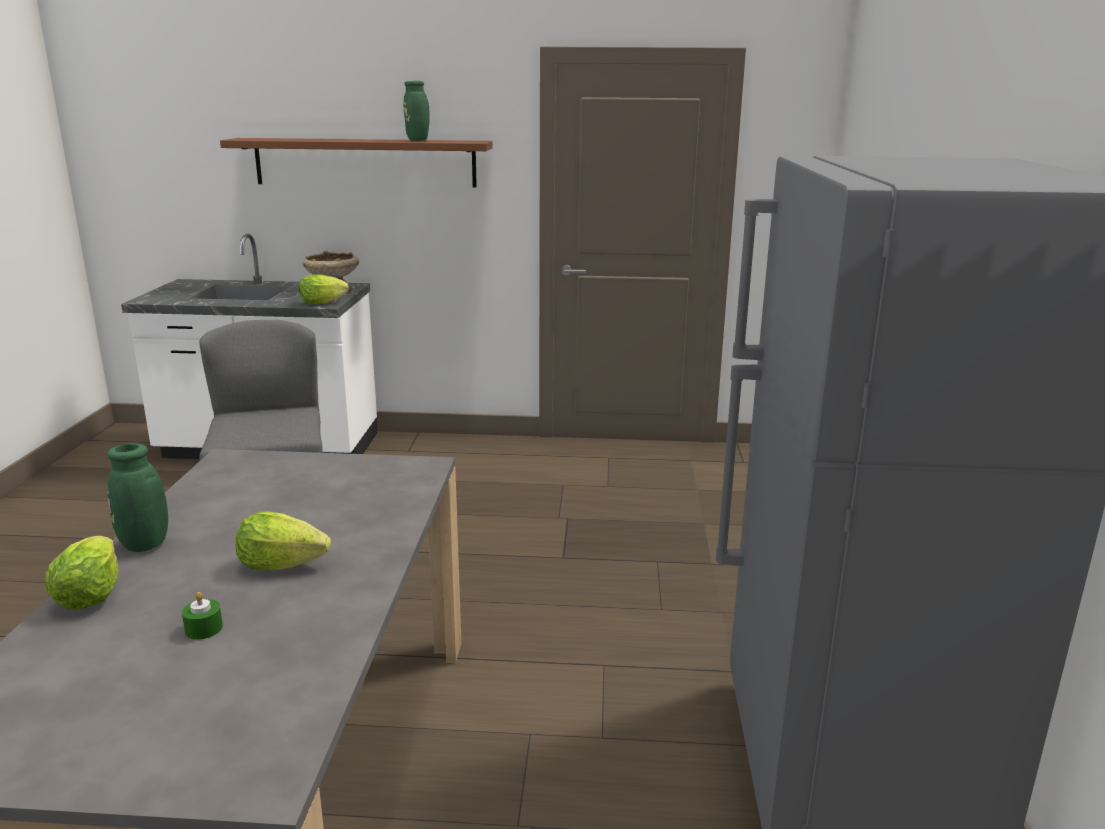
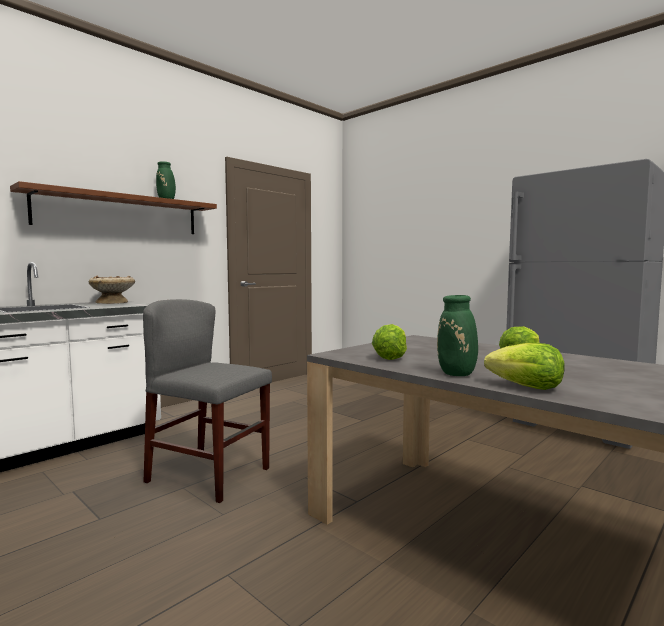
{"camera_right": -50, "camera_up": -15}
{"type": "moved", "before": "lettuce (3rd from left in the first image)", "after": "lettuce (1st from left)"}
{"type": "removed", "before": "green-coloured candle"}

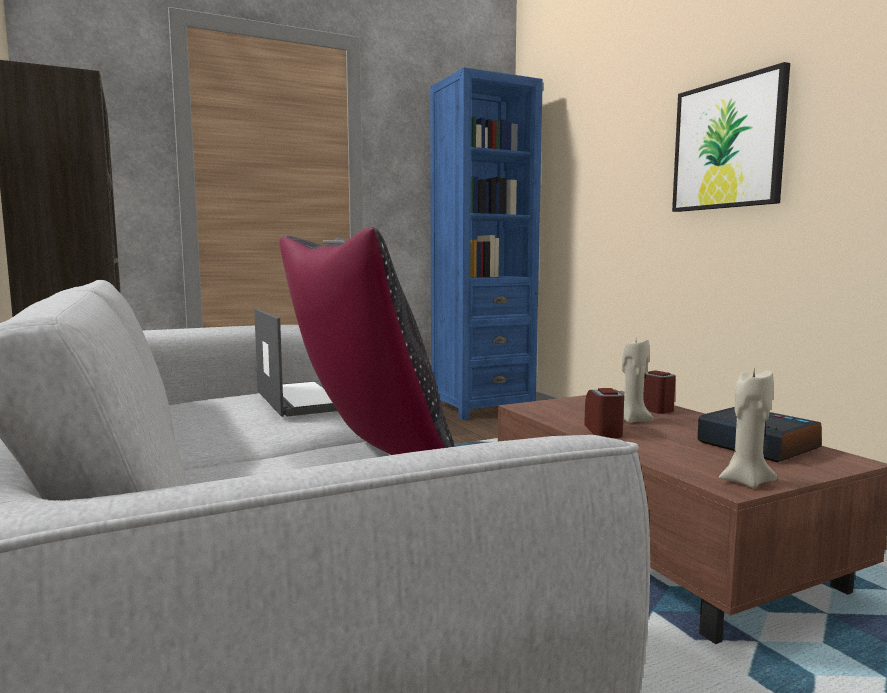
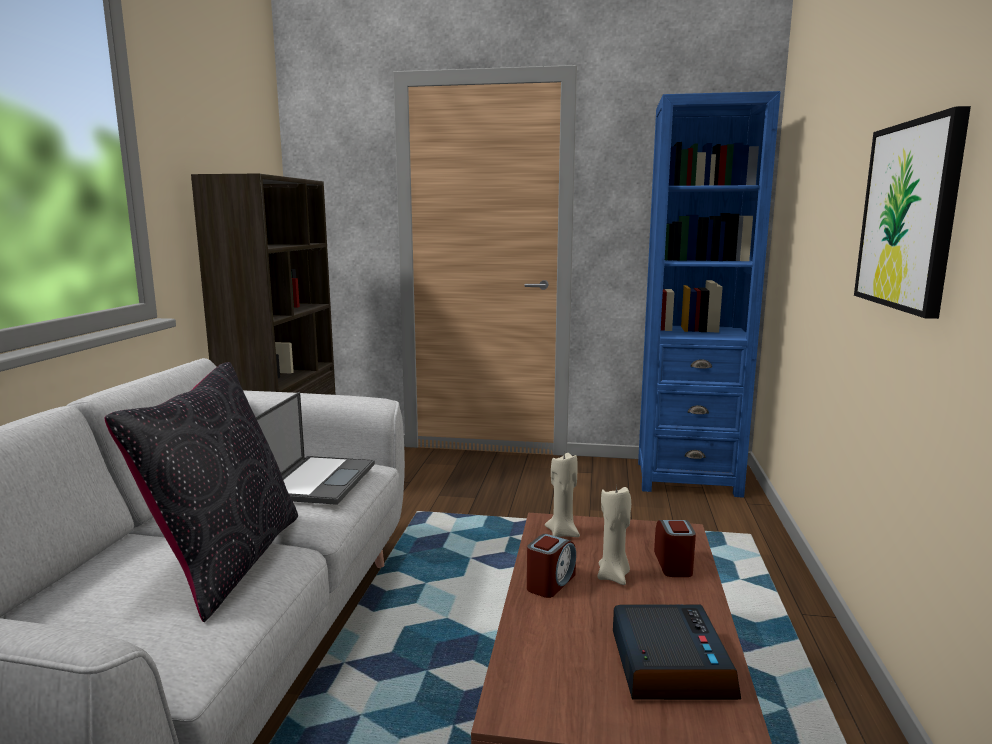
{"camera_right": 35, "camera_up": 5}
{"type": "moved", "before": "beige-coloured candle (2nd from left in the first image)", "after": "beige-coloured candle (1st from left)"}

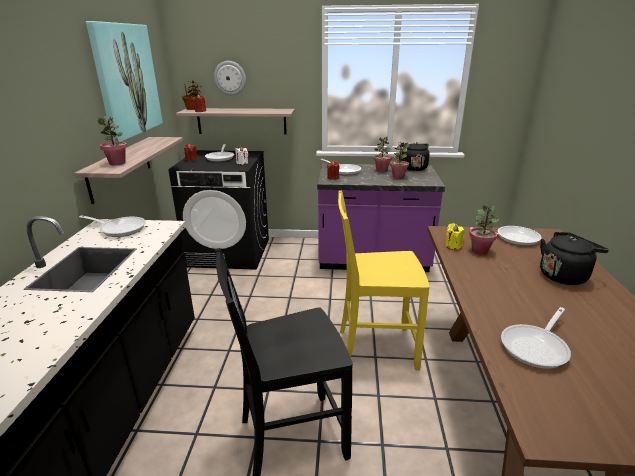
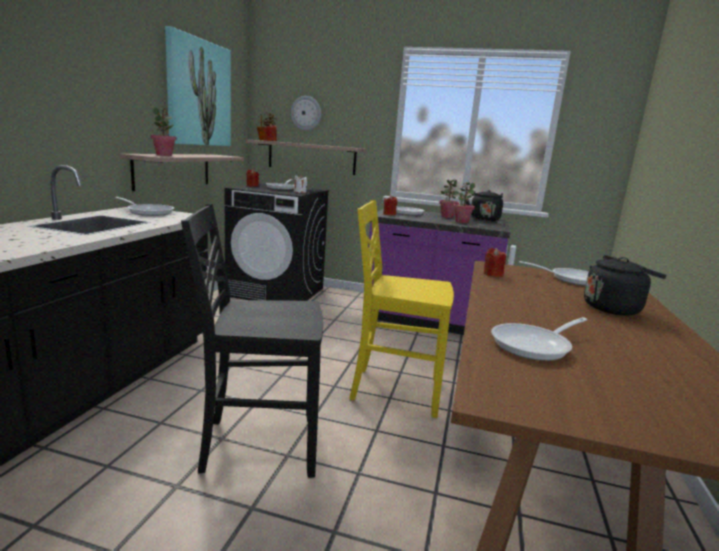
{"camera_right": 10, "camera_up": -10}
{"type": "removed", "before": "potted plant (5th from left)"}
{"type": "recoloured", "before": "yellow-coloured candle", "after": "reddish candle (4th from left)"}

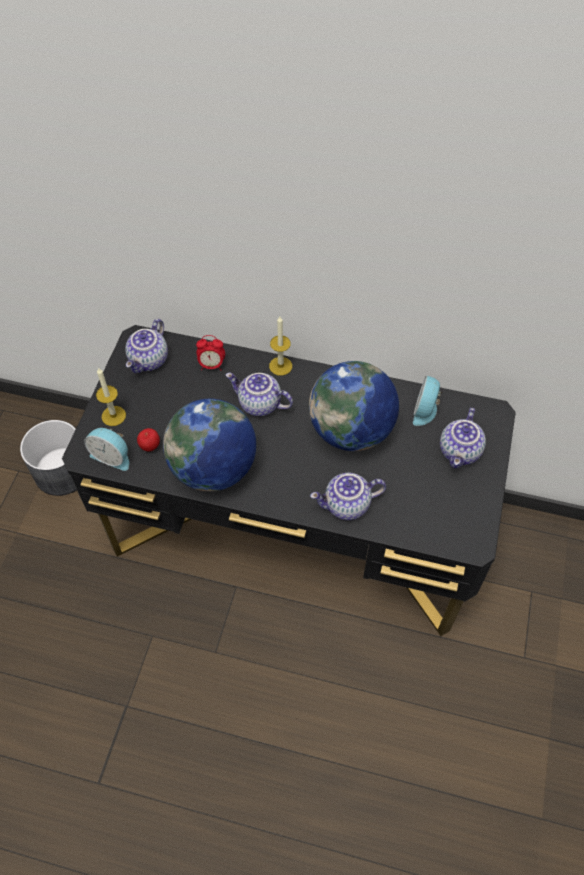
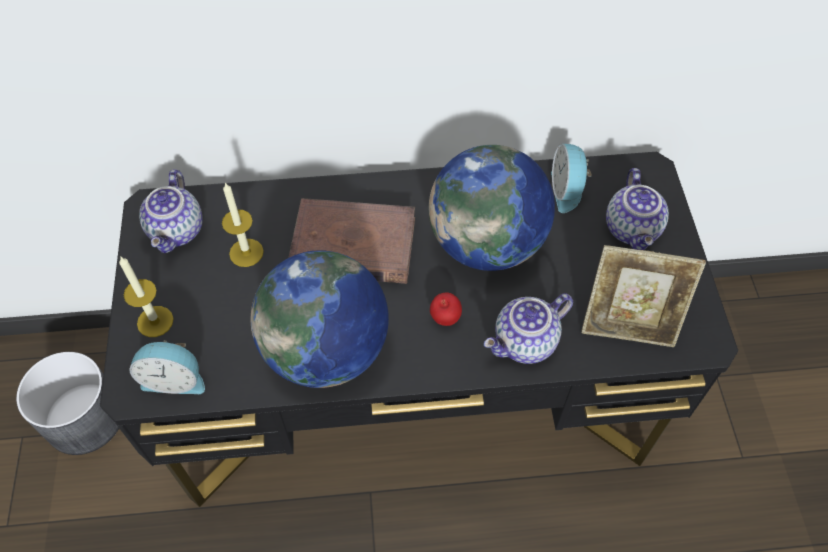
{"camera_right": -20, "camera_up": 0}
{"type": "moved", "before": "candle (2nd from left)"}
{"type": "removed", "before": "table clock (2nd from left)"}
{"type": "replaced", "before": "tea pot (2nd from left)", "after": "brownish bound book"}
{"type": "moved", "before": "apple"}
{"type": "added", "after": "picture frame"}

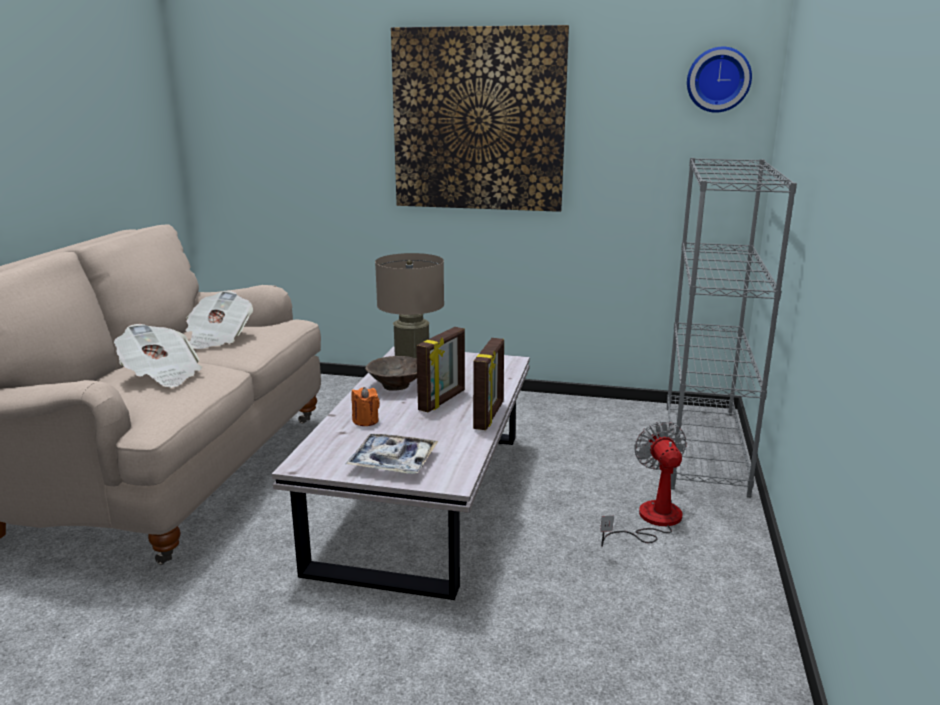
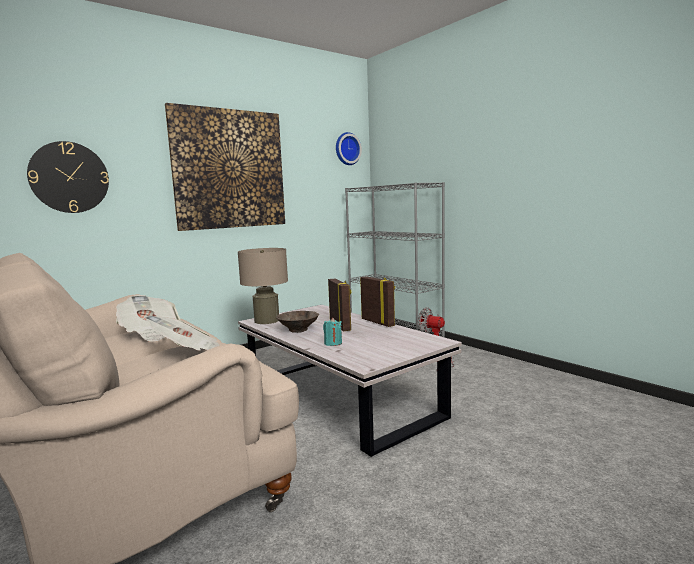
{"camera_right": -50, "camera_up": -10}
{"type": "recoloured", "before": "orange-coloured candle", "after": "turquoise candle"}
{"type": "removed", "before": "carrying tray"}
{"type": "added", "after": "wall clock (1st from left)"}

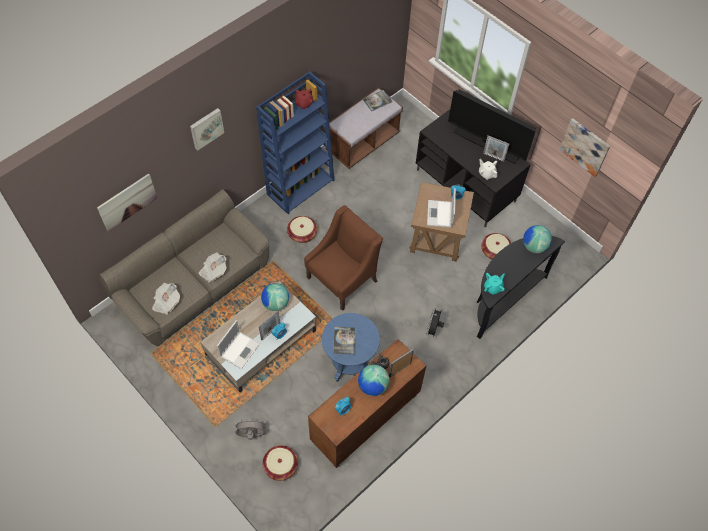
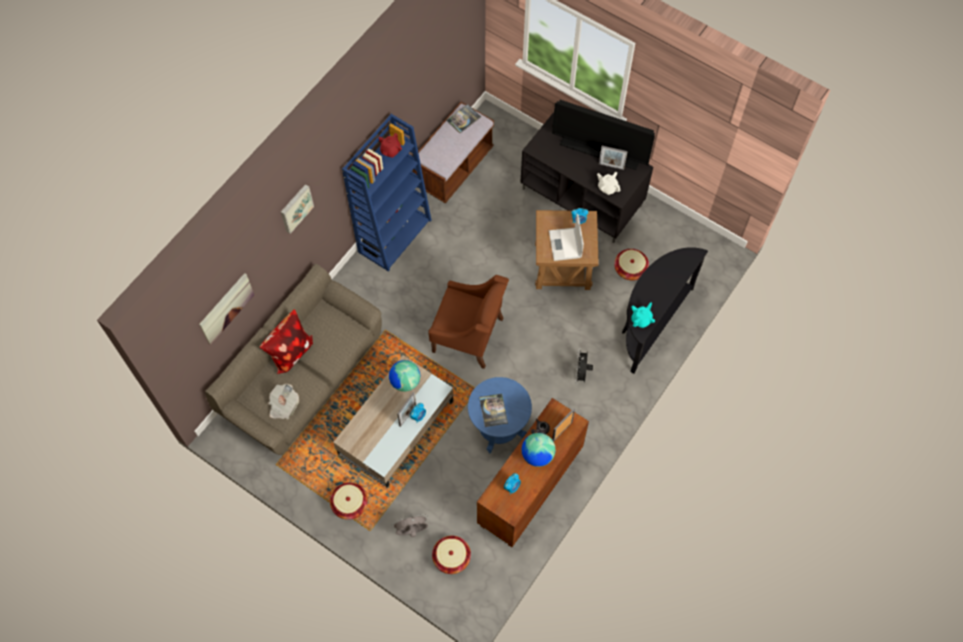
{"camera_right": -10, "camera_up": 5}
{"type": "removed", "before": "wall picture (3rd from left)"}
{"type": "turned", "before": "brownish armchair", "turn": 75}
{"type": "moved", "before": "household basket (2nd from left in the first image)", "after": "household basket (1st from left)"}
{"type": "removed", "before": "desk globe (3rd from left)"}
{"type": "removed", "before": "newspaper (2nd from left)"}
{"type": "removed", "before": "notebook computer (1st from left)"}
{"type": "added", "after": "cushion"}

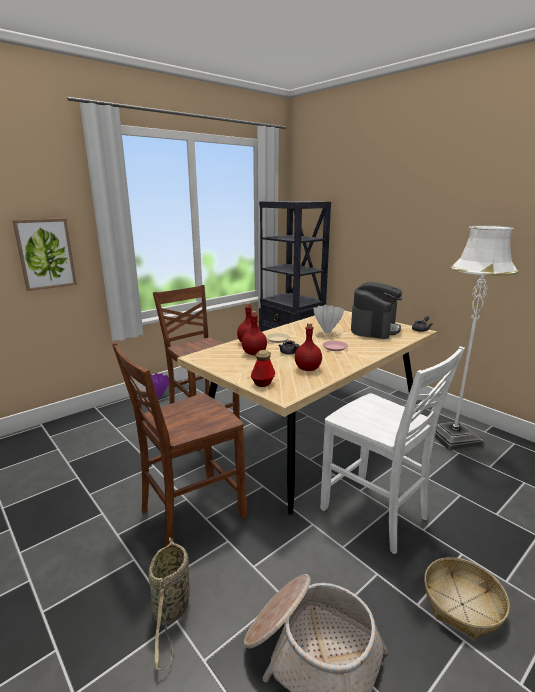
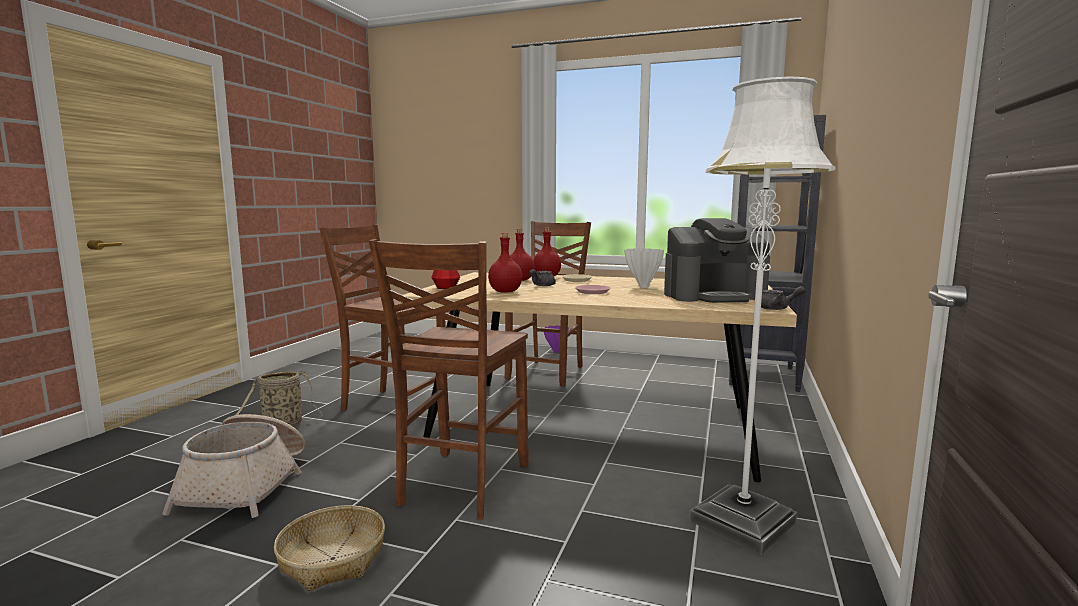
{"camera_right": 60, "camera_up": -10}
{"type": "removed", "before": "wall picture"}
{"type": "recoloured", "before": "white chair", "after": "brownish chair (2nd from left)"}

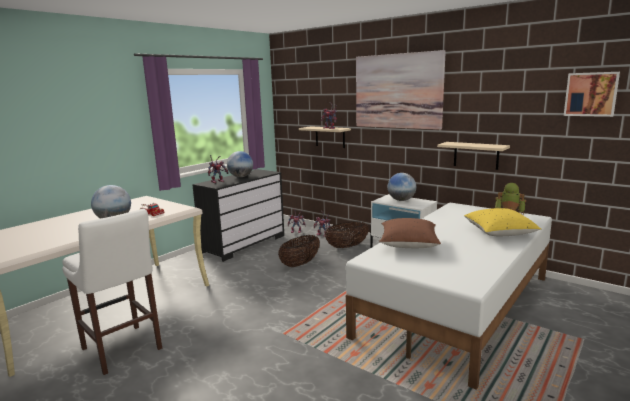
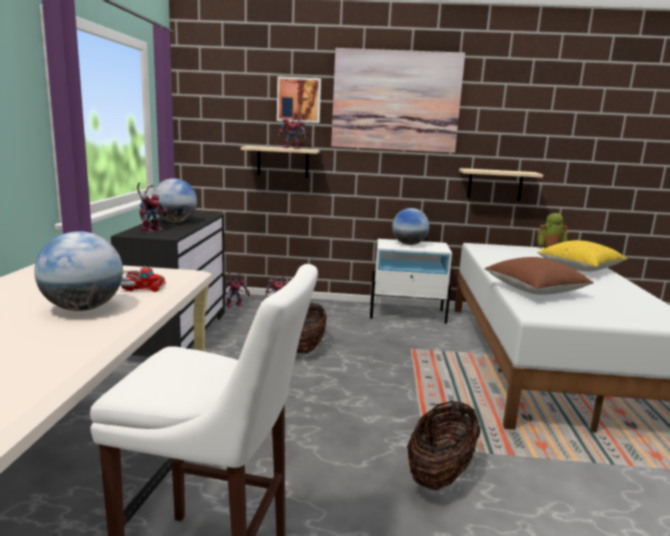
{"camera_right": -35, "camera_up": 0}
{"type": "moved", "before": "wall picture (2nd from left in the first image)", "after": "wall picture (1st from left)"}
{"type": "moved", "before": "household basket (2nd from left)"}

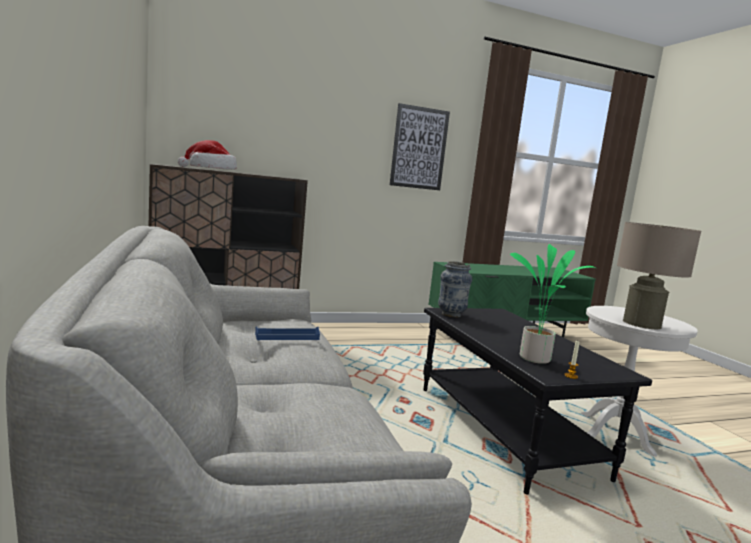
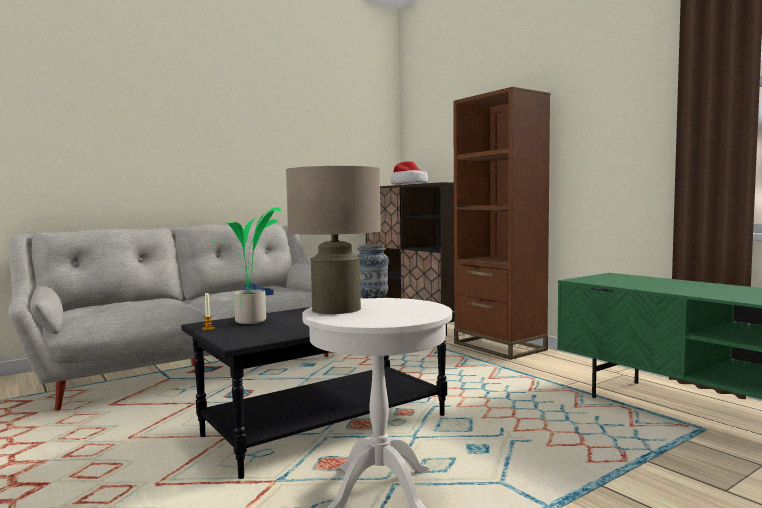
{"camera_right": 75, "camera_up": -5}
{"type": "removed", "before": "wall picture"}
{"type": "added", "after": "brownish bookshelf"}

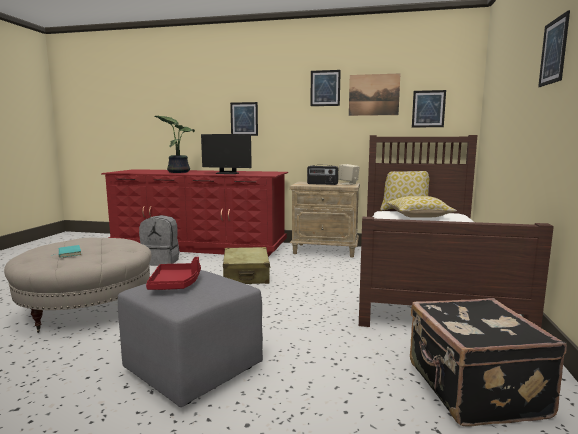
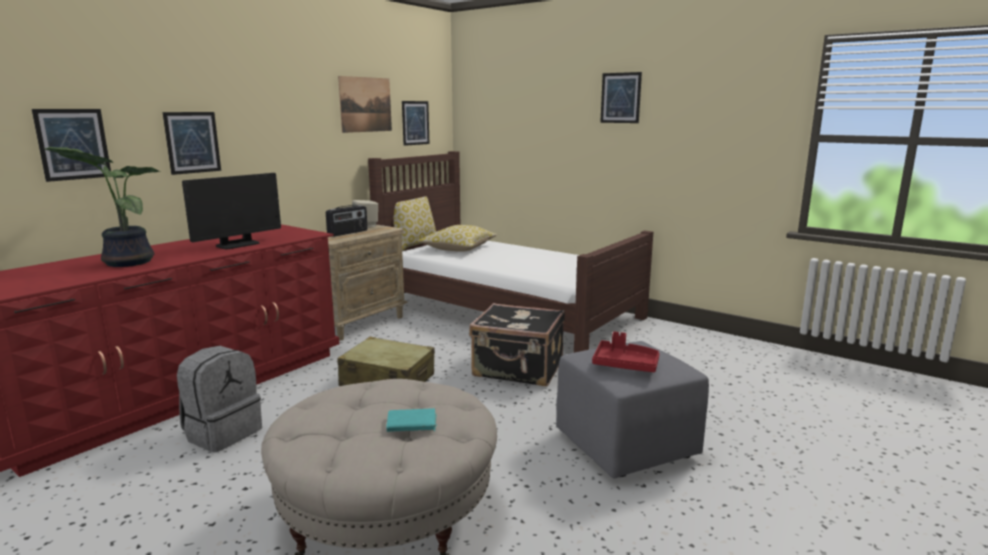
{"camera_right": -65, "camera_up": 5}
{"type": "moved", "before": "wall picture (2nd from left in the first image)", "after": "wall picture (1st from left)"}
{"type": "moved", "before": "black-coloured piece of luggage"}

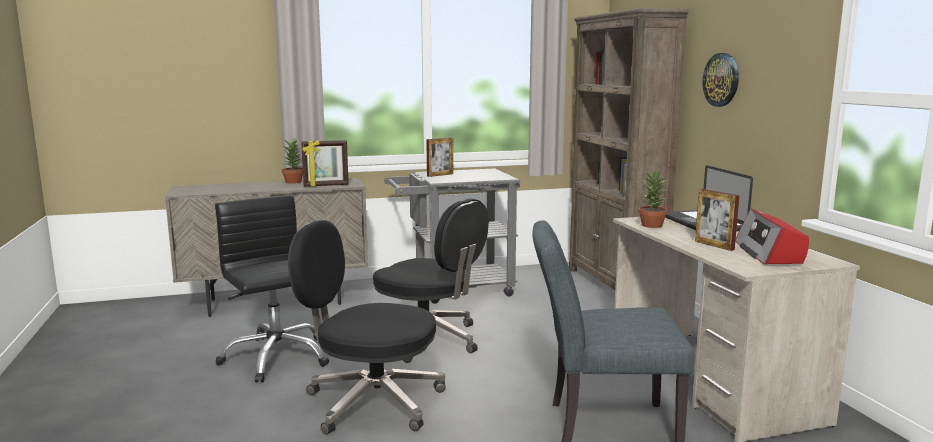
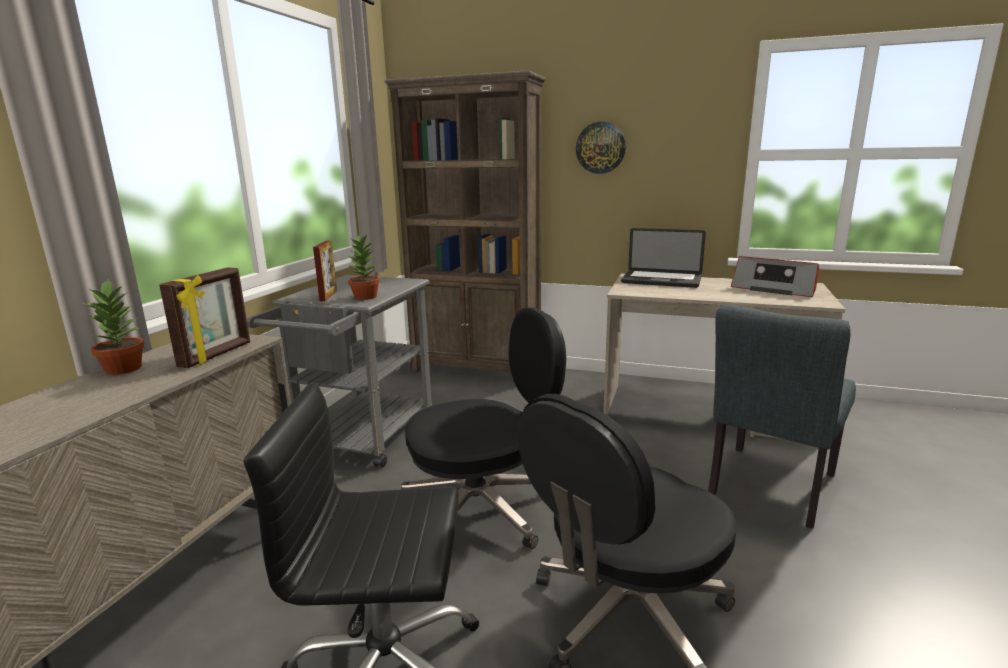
{"camera_right": -55, "camera_up": 5}
{"type": "moved", "before": "potted plant (2nd from left)"}
{"type": "removed", "before": "picture frame (3rd from left)"}

